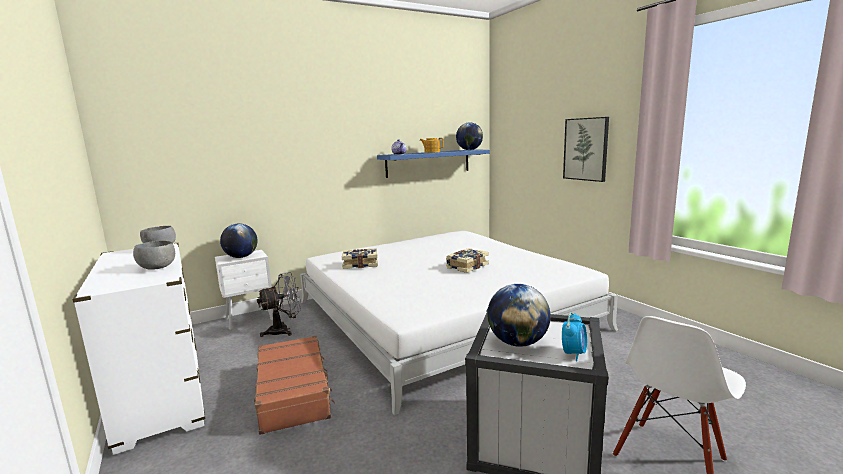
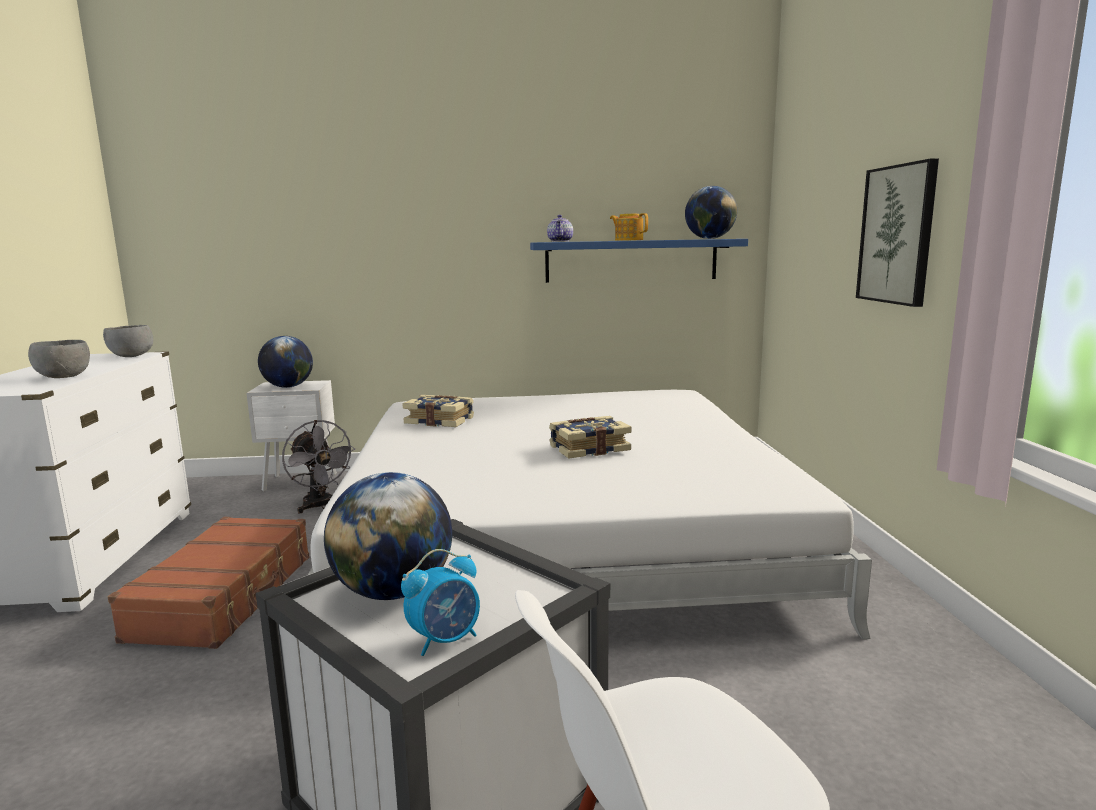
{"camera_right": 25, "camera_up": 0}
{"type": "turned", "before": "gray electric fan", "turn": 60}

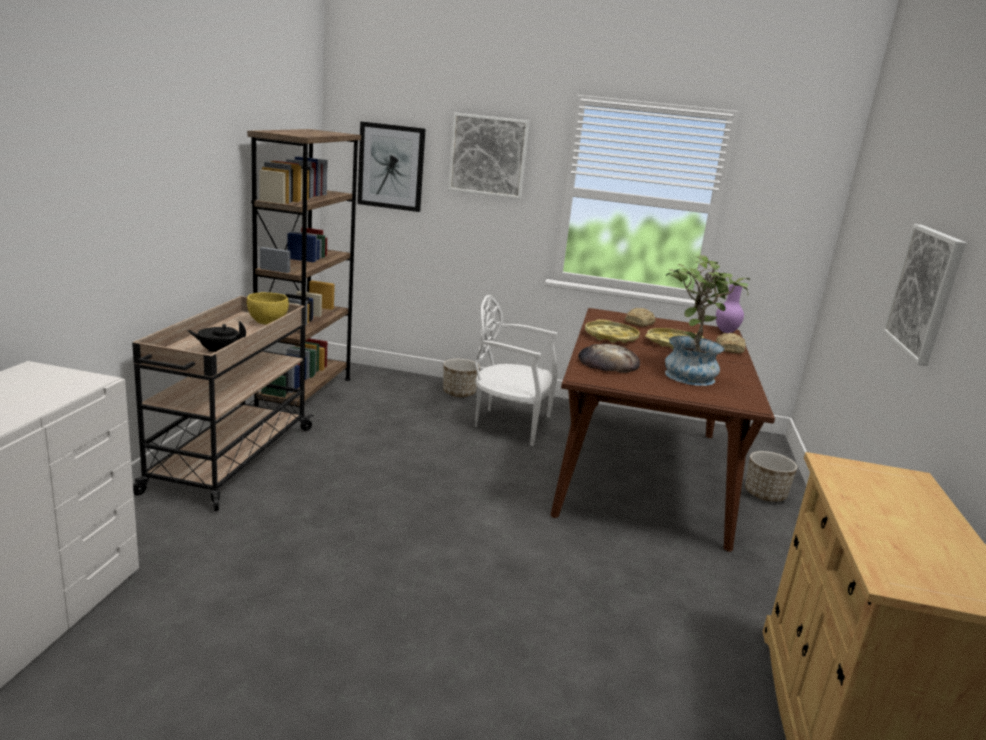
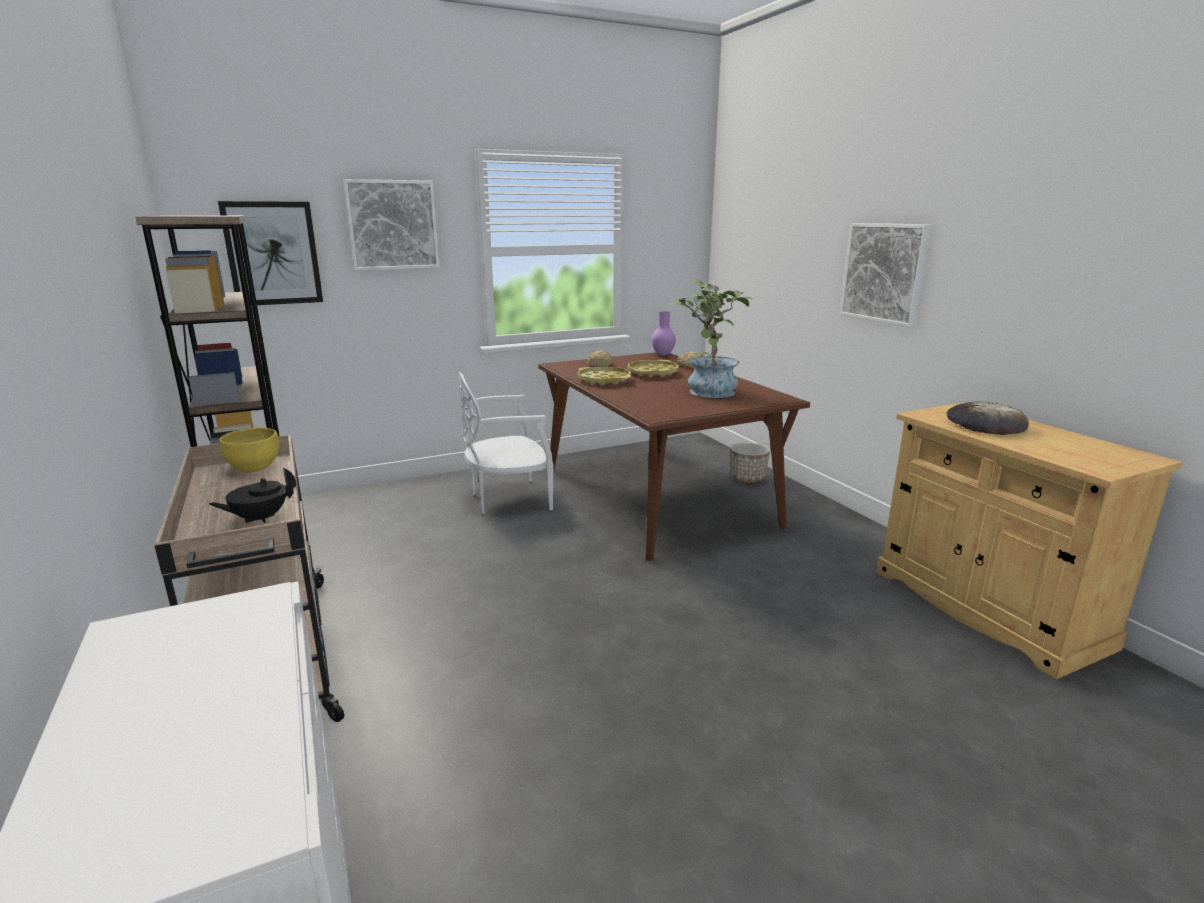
{"camera_right": -35, "camera_up": 0}
{"type": "moved", "before": "baked bread (1st from left in the first image)", "after": "baked bread (3rd from left)"}
{"type": "removed", "before": "plant pot (1st from left)"}

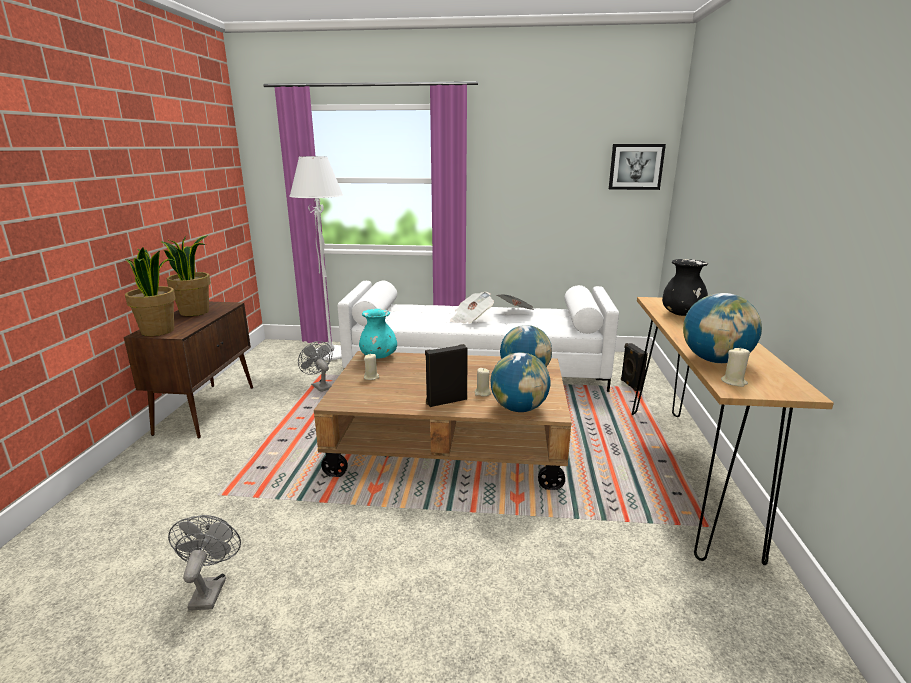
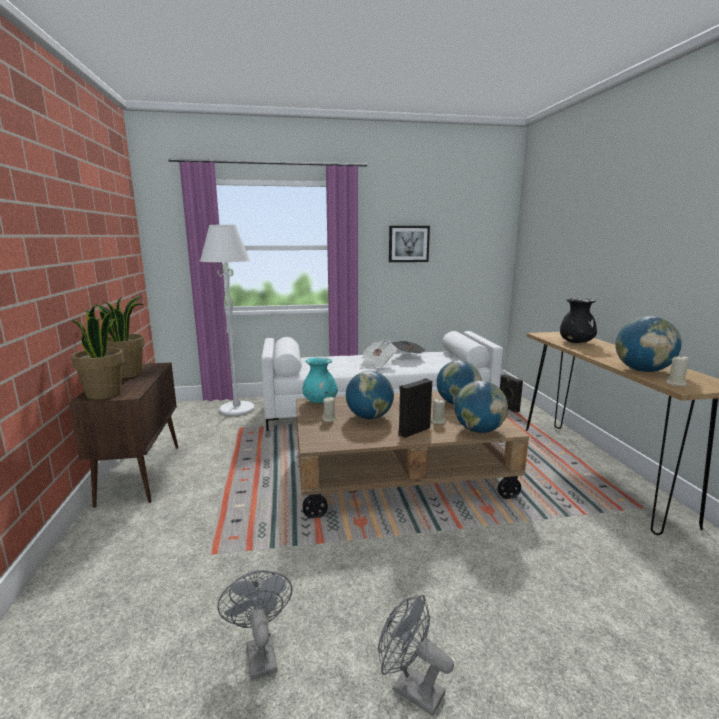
{"camera_right": -15, "camera_up": -5}
{"type": "moved", "before": "wall picture"}
{"type": "moved", "before": "gray electric fan (2nd from left)"}
{"type": "added", "after": "desk globe (1st from left)"}

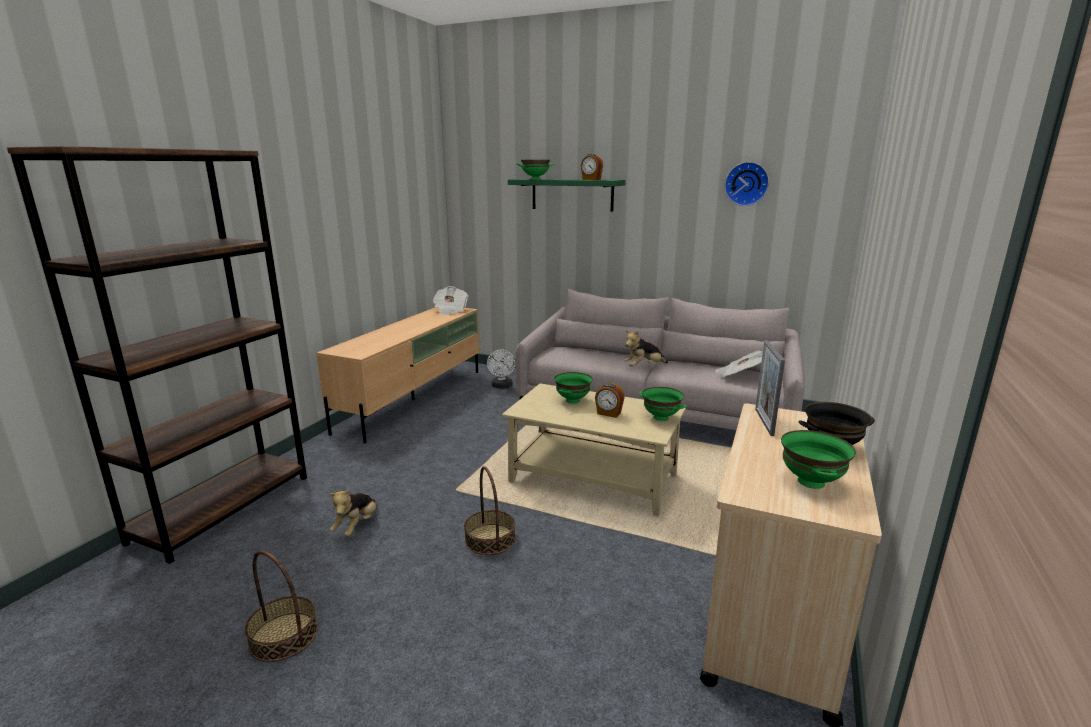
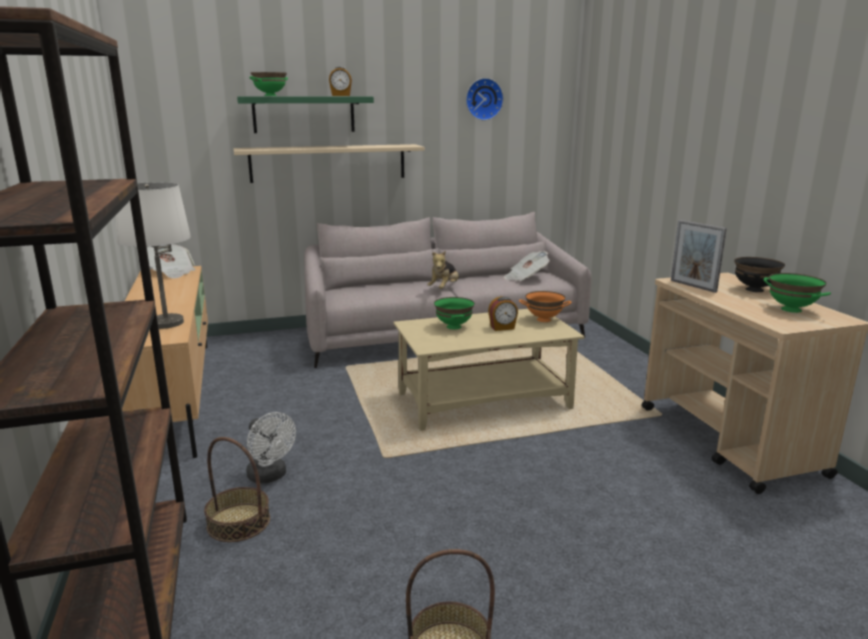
{"camera_right": -40, "camera_up": 0}
{"type": "moved", "before": "white electric fan"}
{"type": "recoloured", "before": "green-coloured bowl (3rd from left)", "after": "orange-coloured bowl"}
{"type": "moved", "before": "household basket (2nd from left in the first image)", "after": "household basket (1st from left)"}
{"type": "removed", "before": "cuddly toy (1st from left)"}
{"type": "added", "after": "beige-coloured wall shelf"}
{"type": "added", "after": "white lamp for a table"}

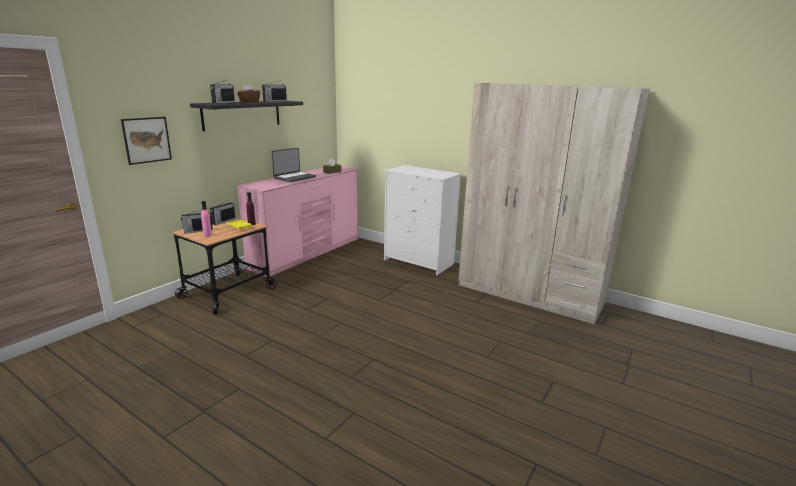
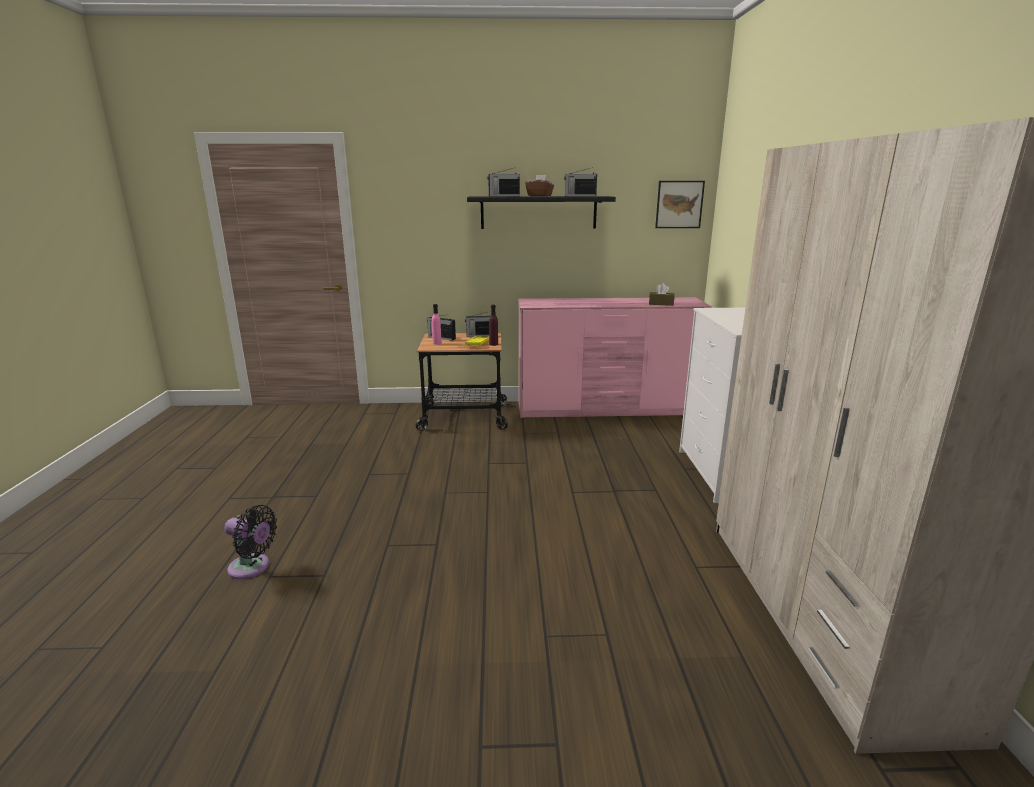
{"camera_right": 55, "camera_up": 0}
{"type": "moved", "before": "wall picture"}
{"type": "removed", "before": "notebook computer"}
{"type": "added", "after": "black-coloured electric fan"}

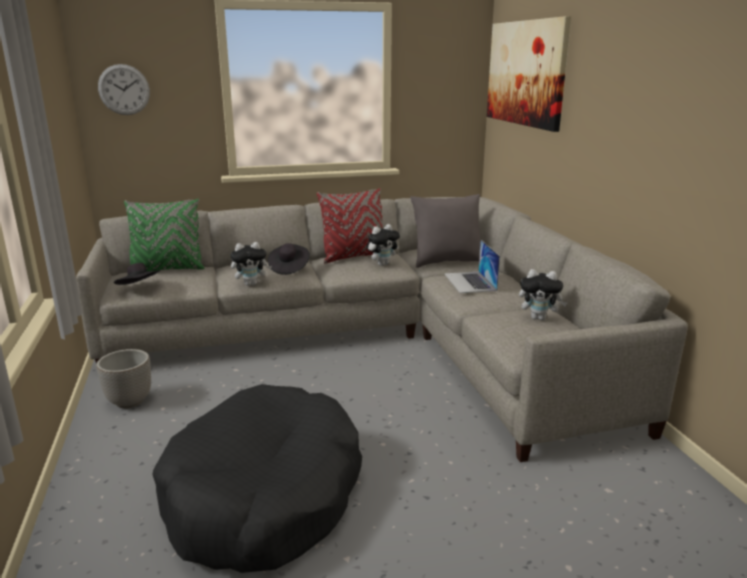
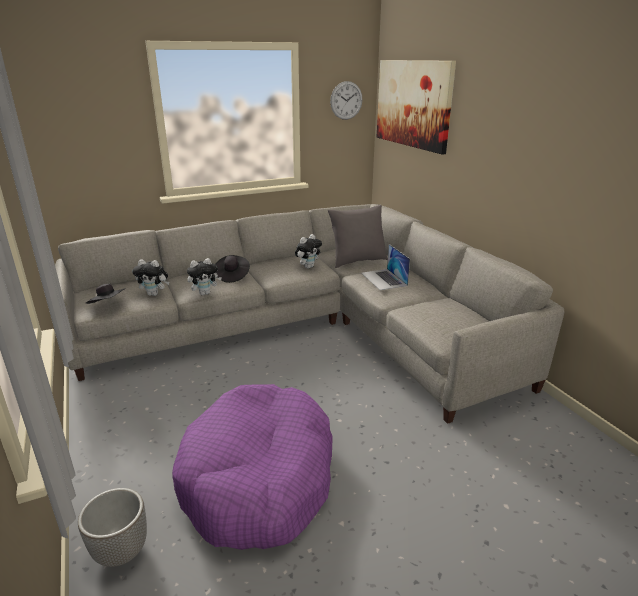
{"camera_right": -10, "camera_up": 5}
{"type": "moved", "before": "wall clock"}
{"type": "removed", "before": "reddish cushion"}
{"type": "removed", "before": "green-coloured cushion"}
{"type": "moved", "before": "cuddly toy (3rd from left in the first image)", "after": "cuddly toy (1st from left)"}
{"type": "moved", "before": "plant pot"}
{"type": "recoloured", "before": "black-coloured dog bed", "after": "purple dog bed"}

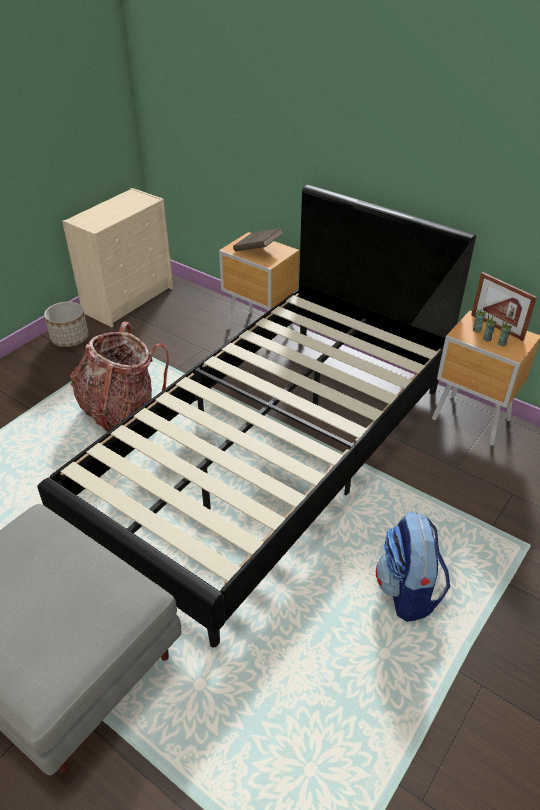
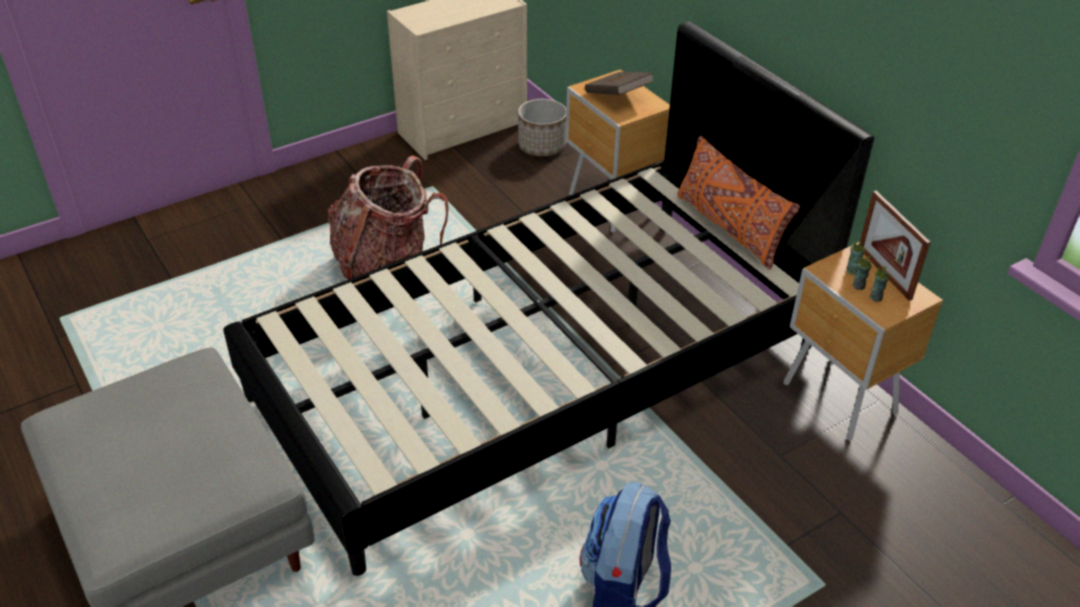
{"camera_right": 20, "camera_up": 0}
{"type": "moved", "before": "plant pot"}
{"type": "added", "after": "orange-coloured cushion"}

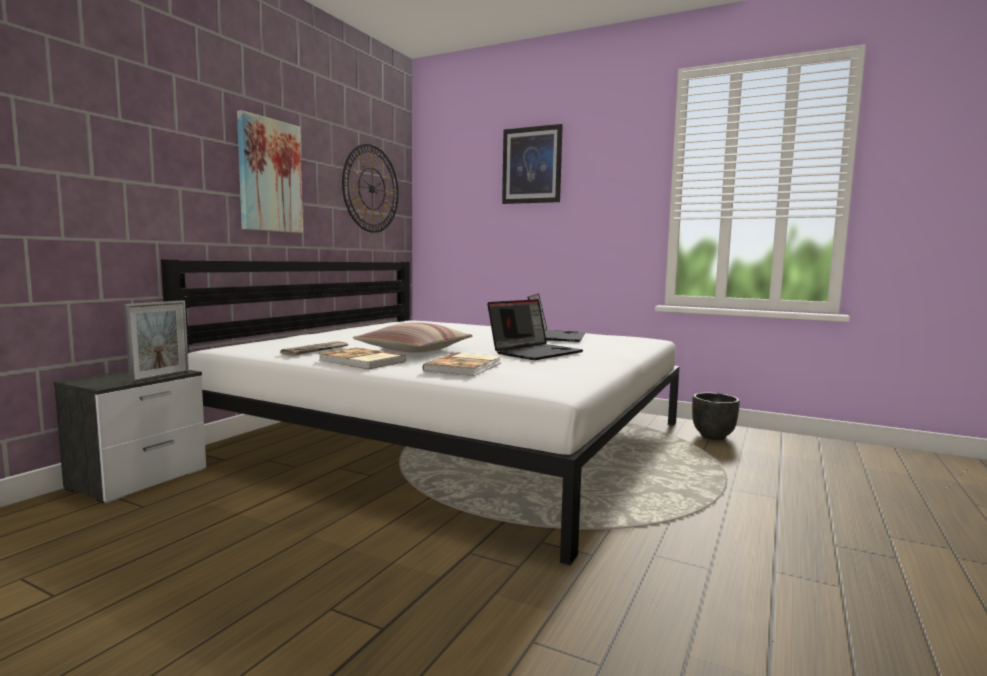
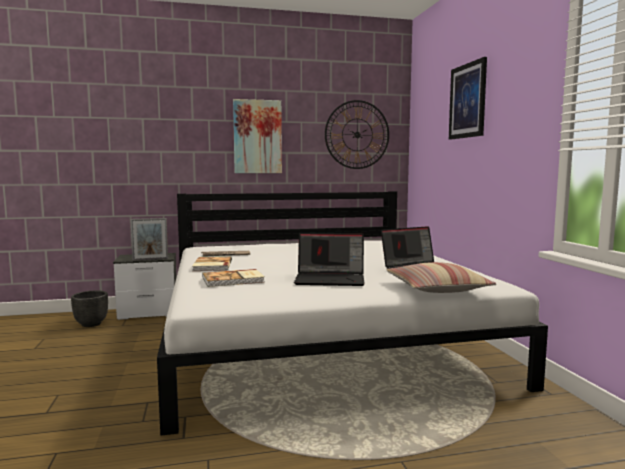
{"camera_right": 50, "camera_up": 0}
{"type": "moved", "before": "cushion"}
{"type": "moved", "before": "black-coloured plant pot"}

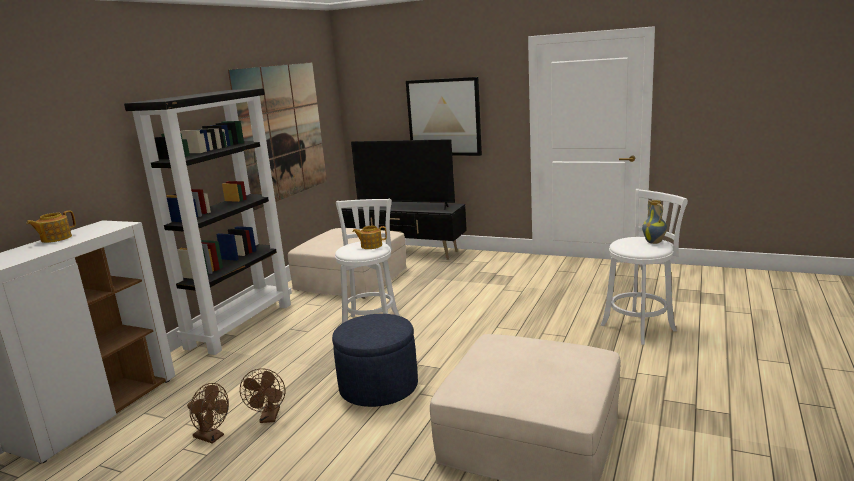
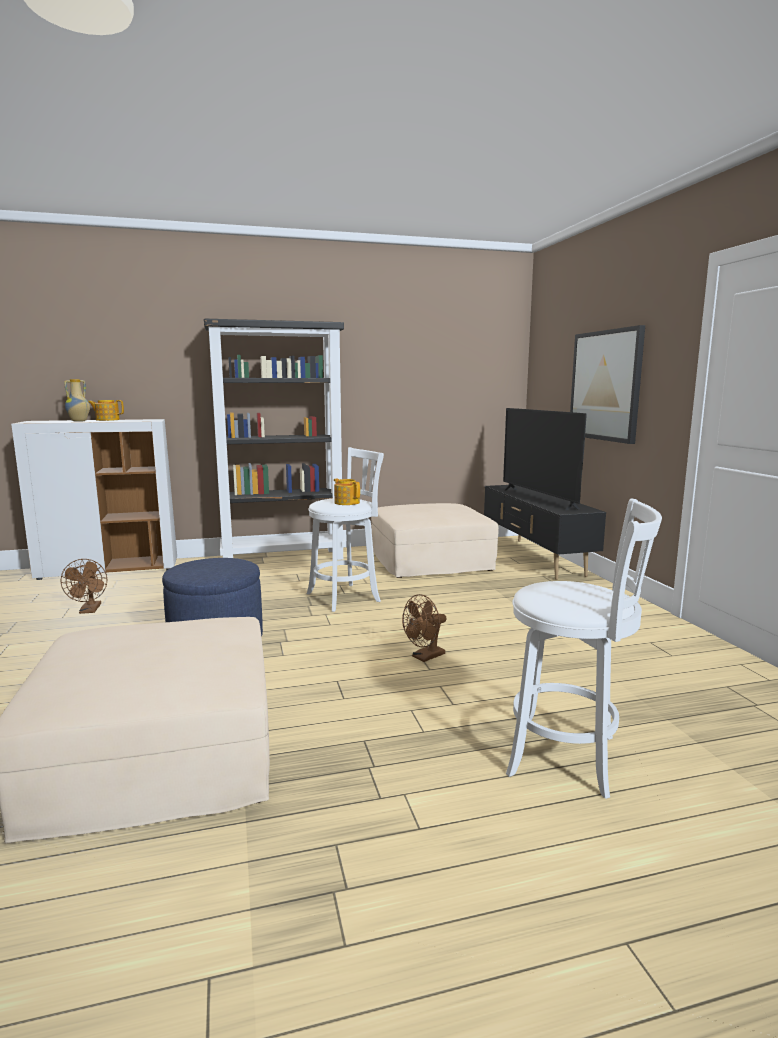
{"camera_right": 50, "camera_up": -5}
{"type": "removed", "before": "wall picture (1st from left)"}
{"type": "moved", "before": "flower vase"}
{"type": "moved", "before": "brownish electric fan (2nd from left)"}

